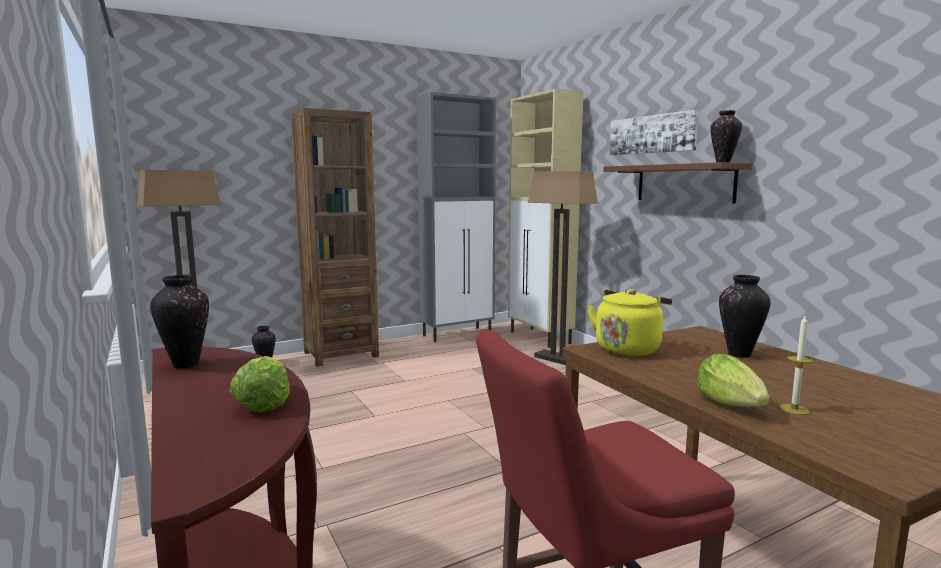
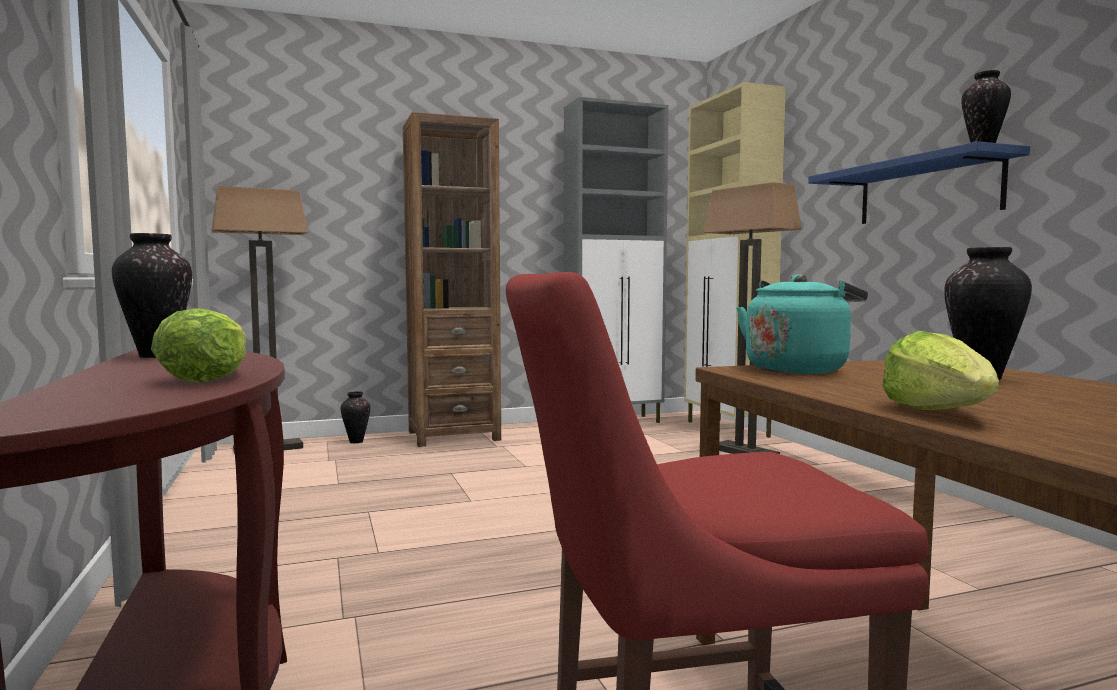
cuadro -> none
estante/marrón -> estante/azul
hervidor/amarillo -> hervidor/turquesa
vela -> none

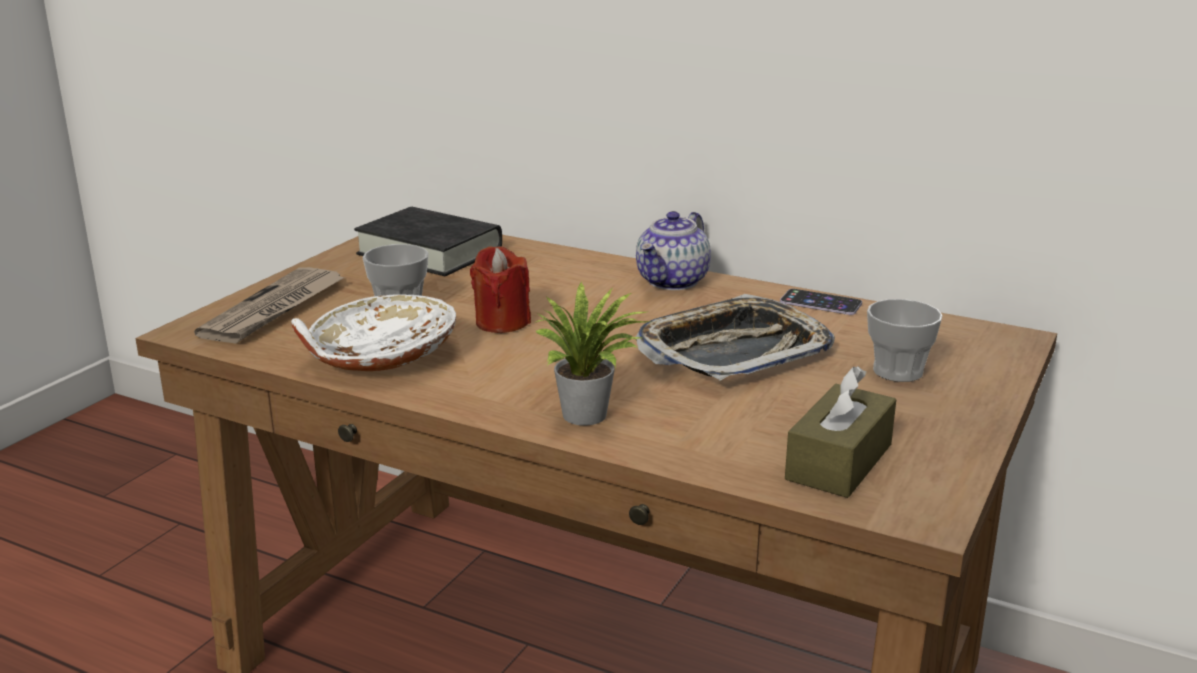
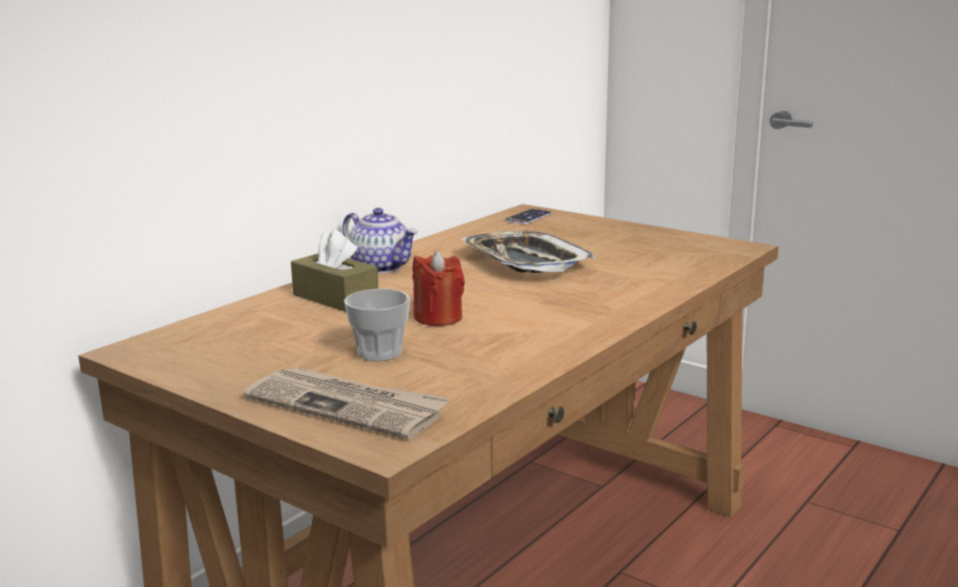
libro/negro -> none
planta en maceta -> none
móvil, shifted
cuenco/blanco -> none
taza (no. 2 from left) -> none
caja de pañuelos/marrón, shifted

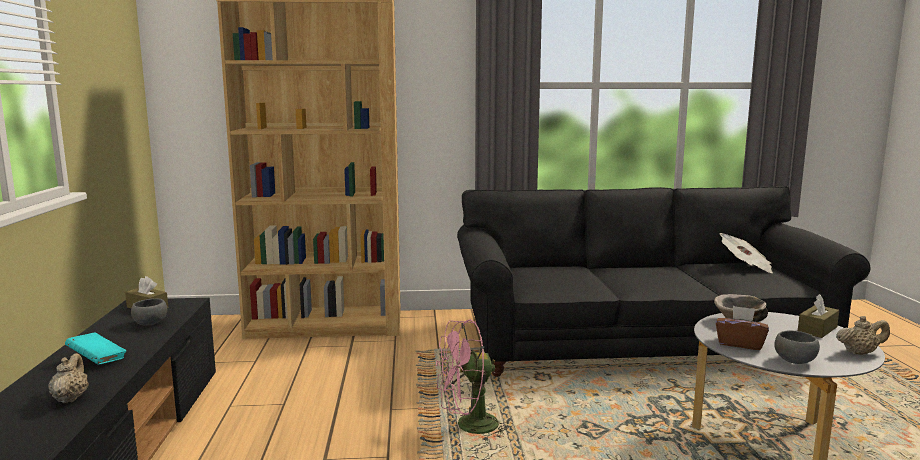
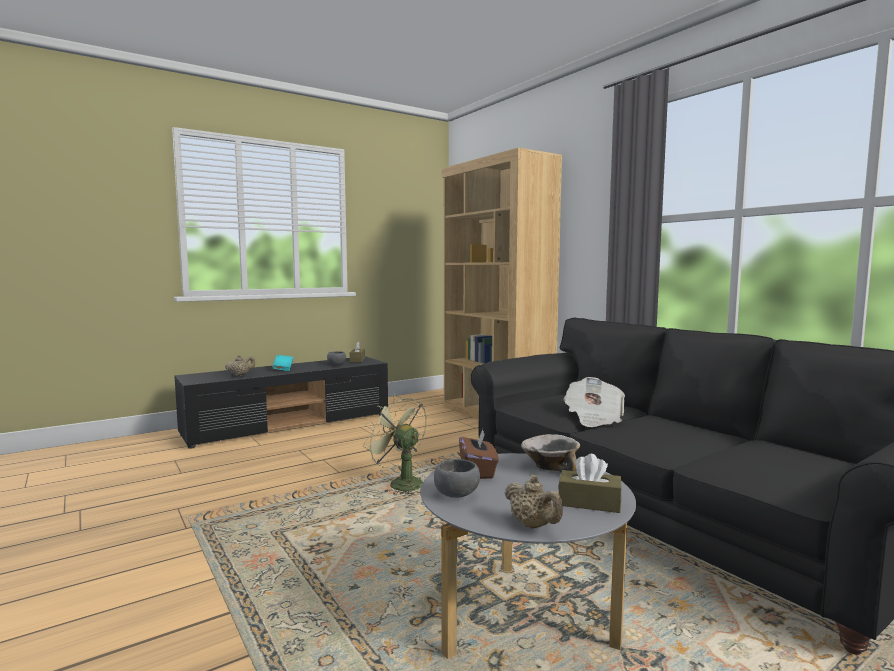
periódico, shifted
ventilador/rosa -> ventilador/verde

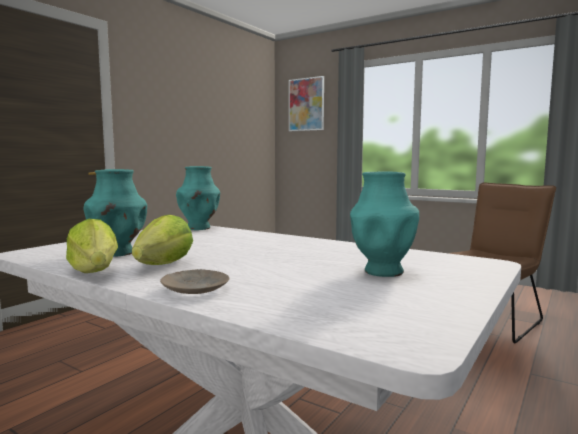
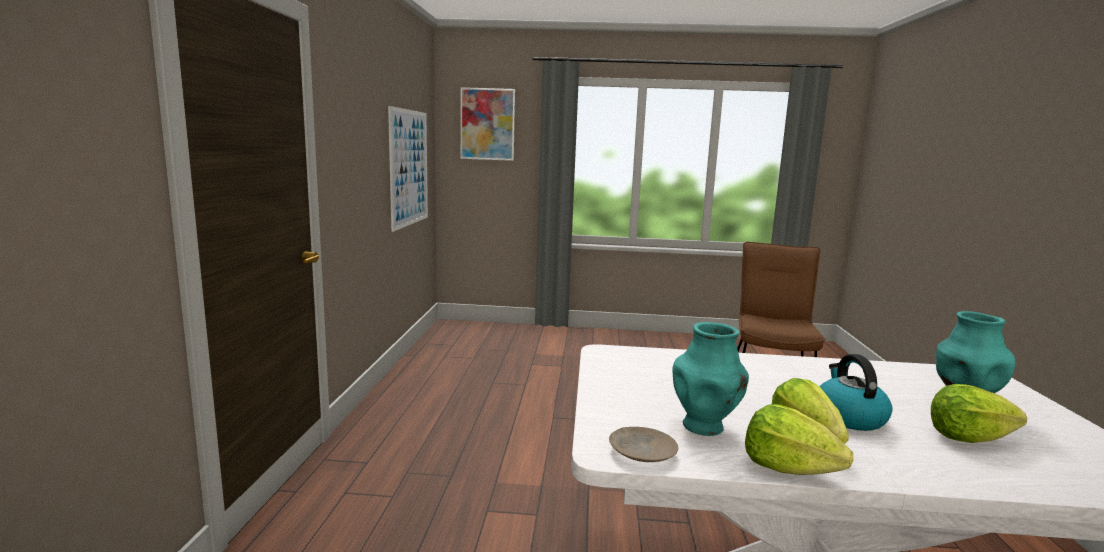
florero/turquesa (no. 2 from left) -> none
plato/beis, shifted
none -> cuadro (no. 1 from left)
none -> hervidor
none -> lechuga (no. 3 from left)

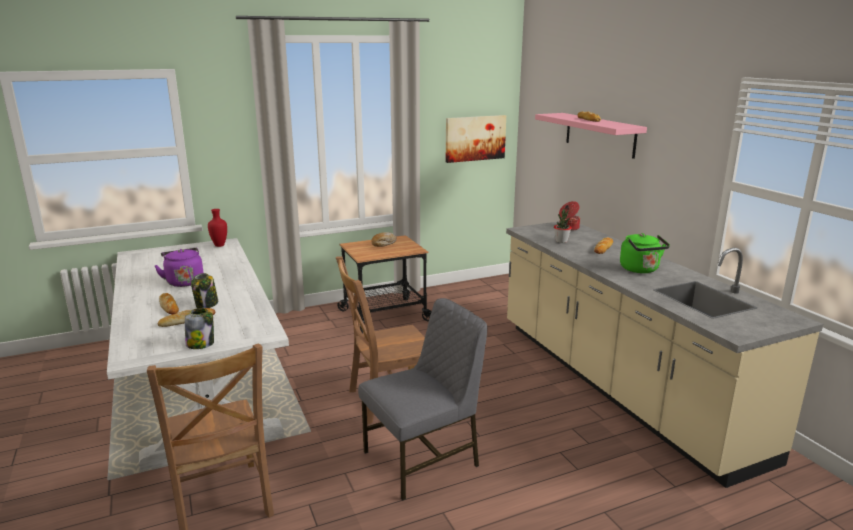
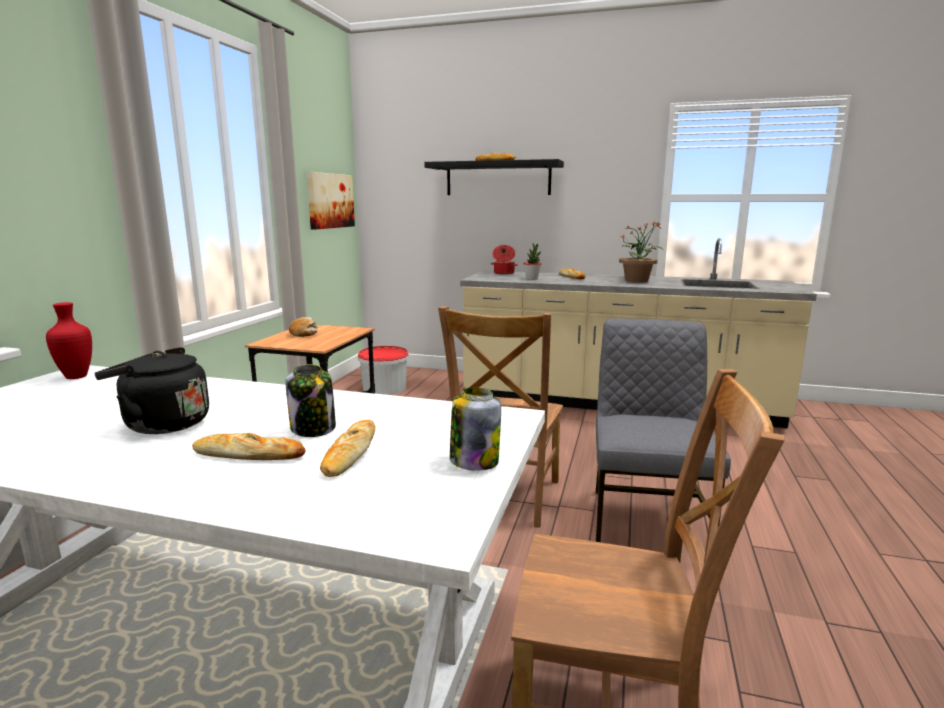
estante/rosa -> estante/negro
hervidor/verde -> planta en maceta (no. 2 from left)
hervidor/morado -> hervidor/negro
none -> cubo

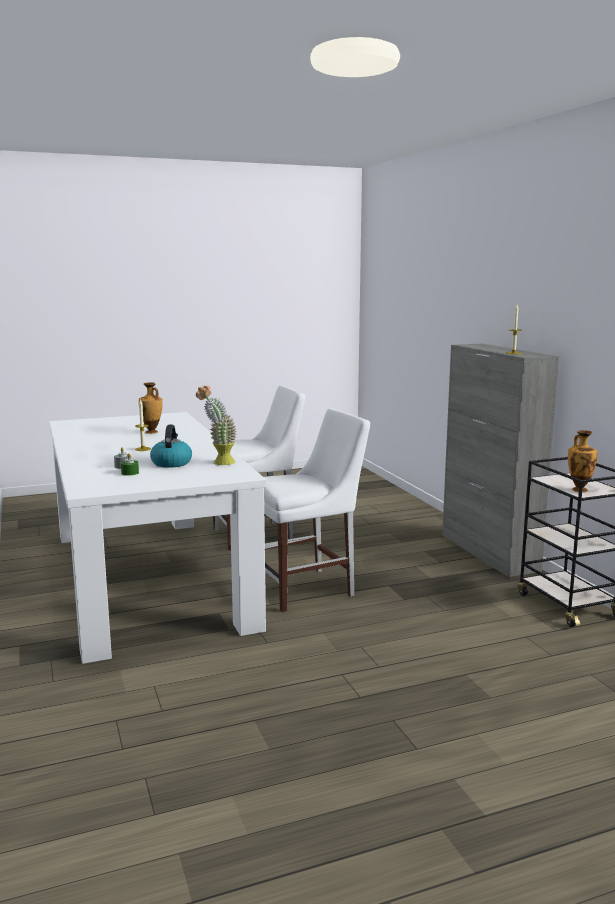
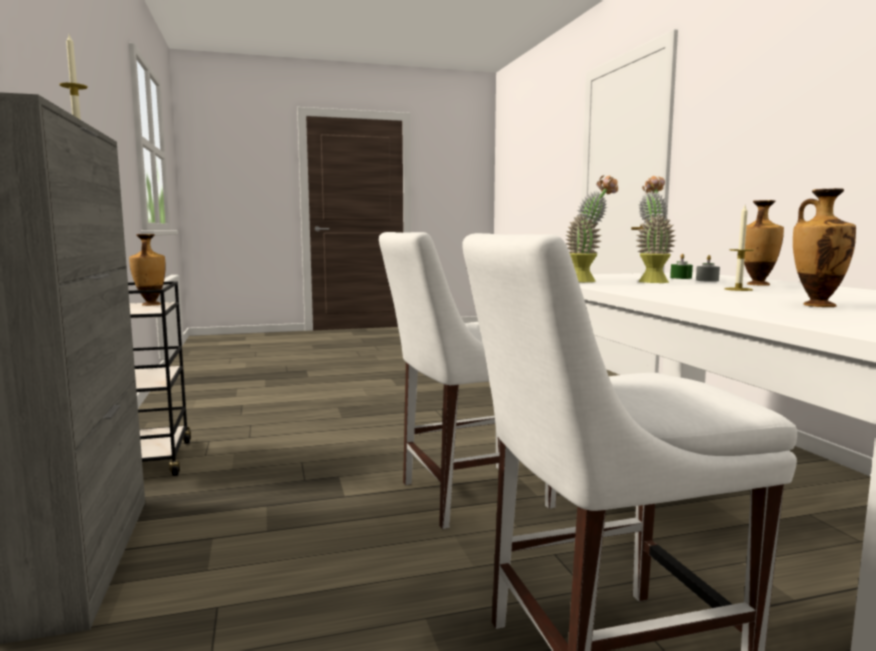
hervidor -> planta en maceta (no. 2 from left)
none -> florero (no. 2 from left)

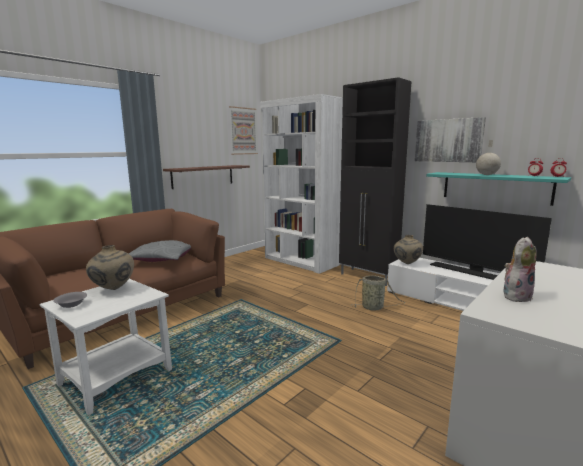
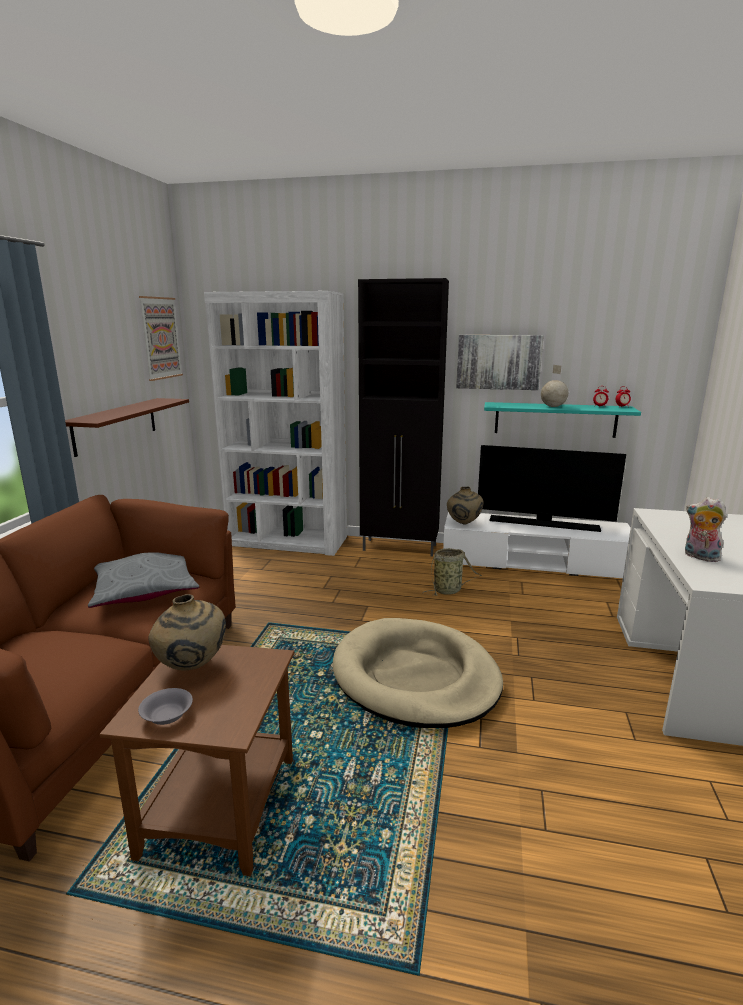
peluche, 75 degrees counterclockwise
mesa auxiliar/blanco -> mesa auxiliar/marrón
none -> cama para perro/beis

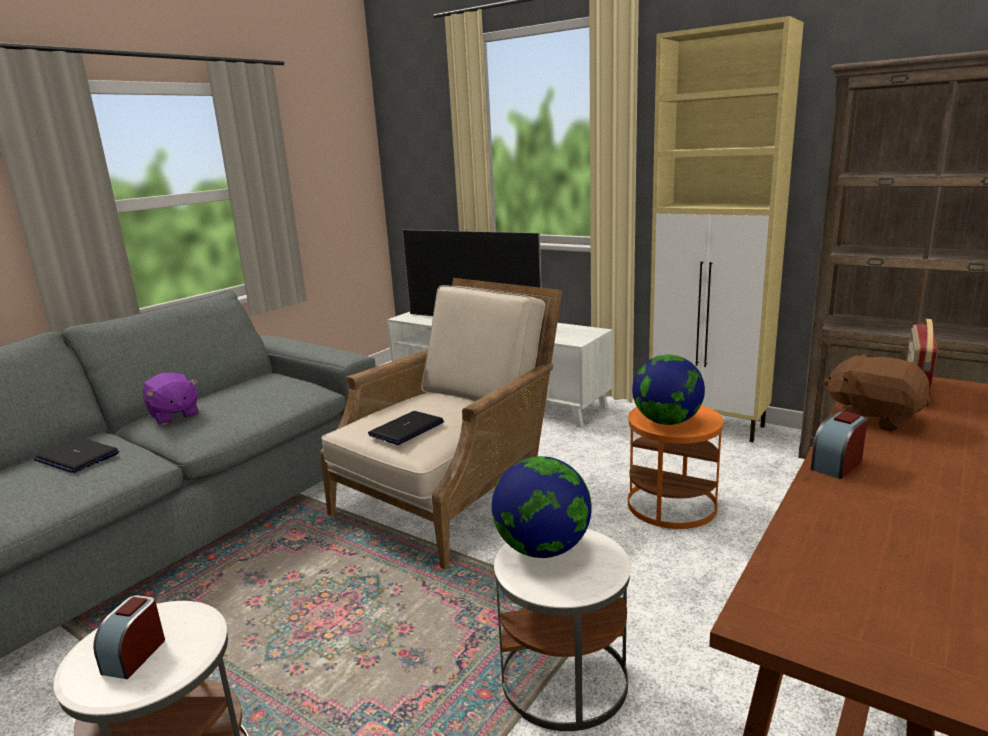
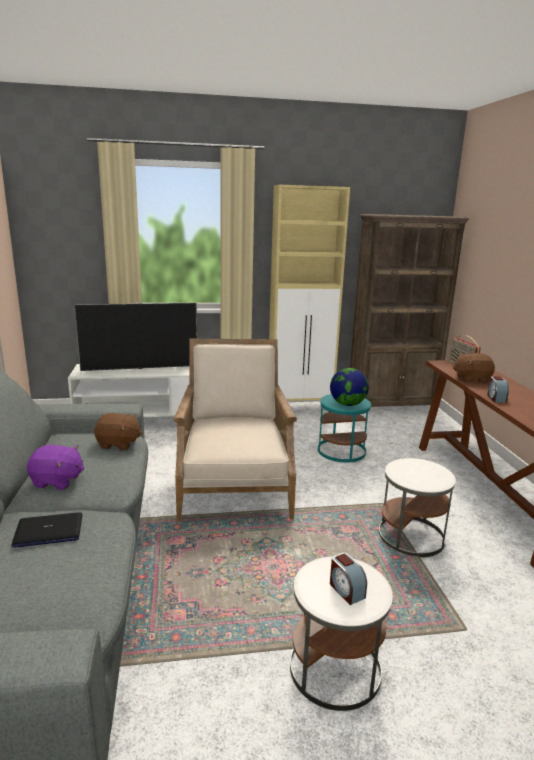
mesa auxiliar/naranja -> mesa auxiliar/turquesa
portátil (no. 2 from left) -> none
globo terráqueo (no. 1 from left) -> none
none -> peluche/marrón (no. 1 from left)

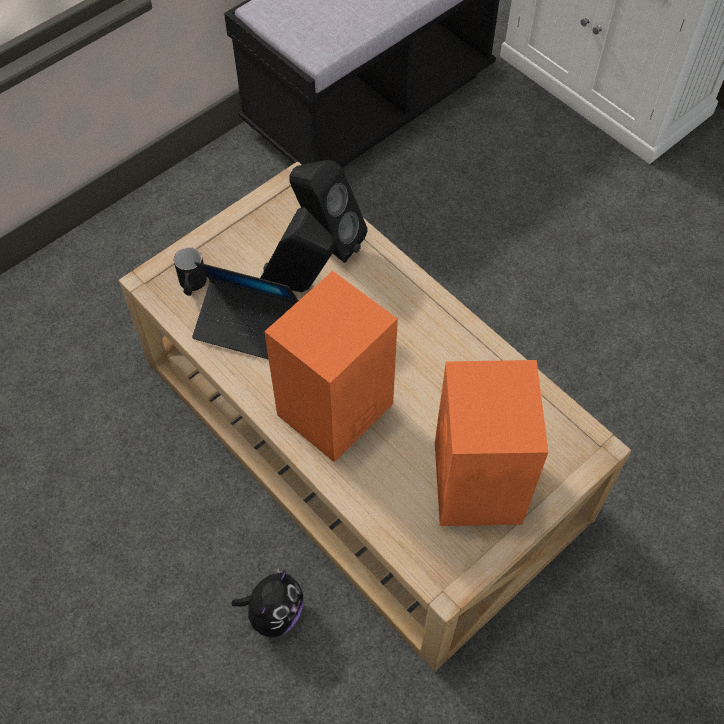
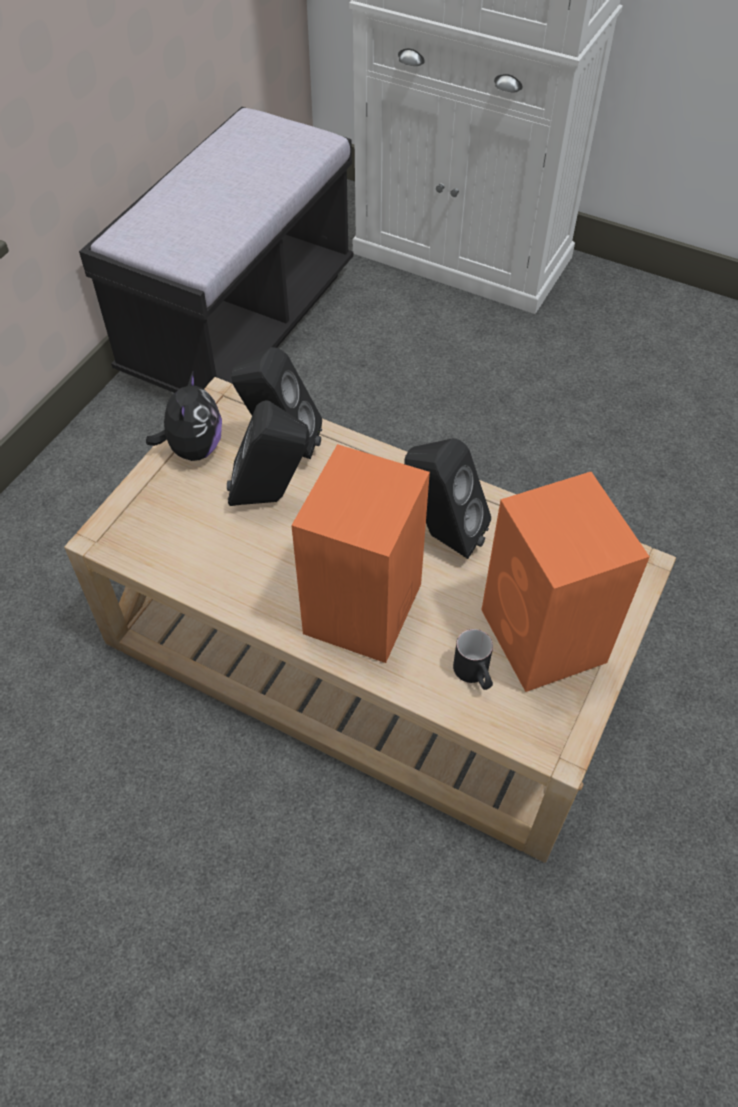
taza grande/negro, shifted
portátil -> none
peluche, shifted
none -> altavoz/negro (no. 3 from left)

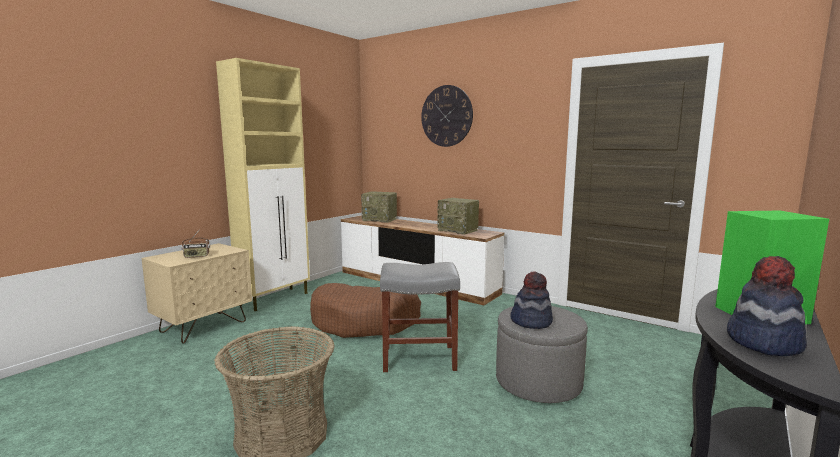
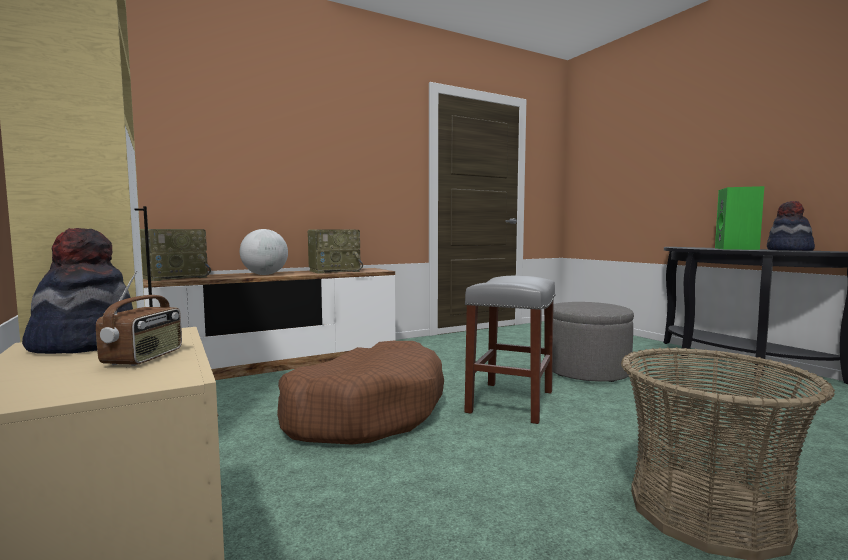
reloj de pared -> none
sombrero (no. 1 from left), shifted
none -> globo terráqueo

